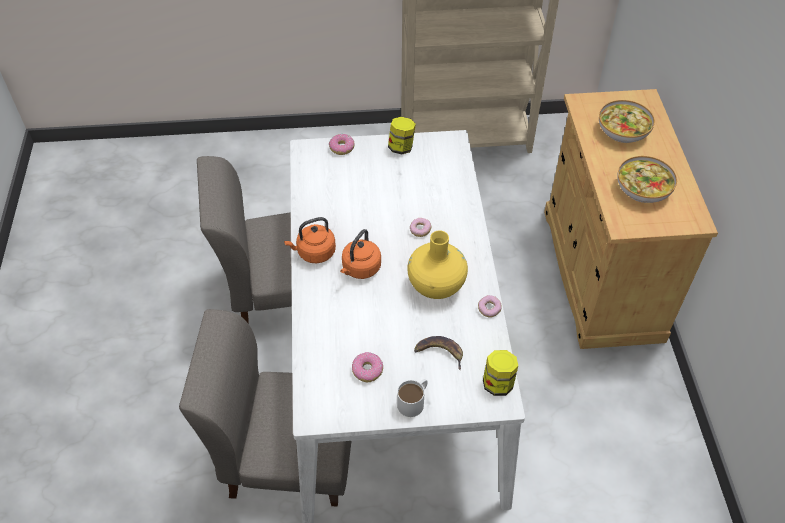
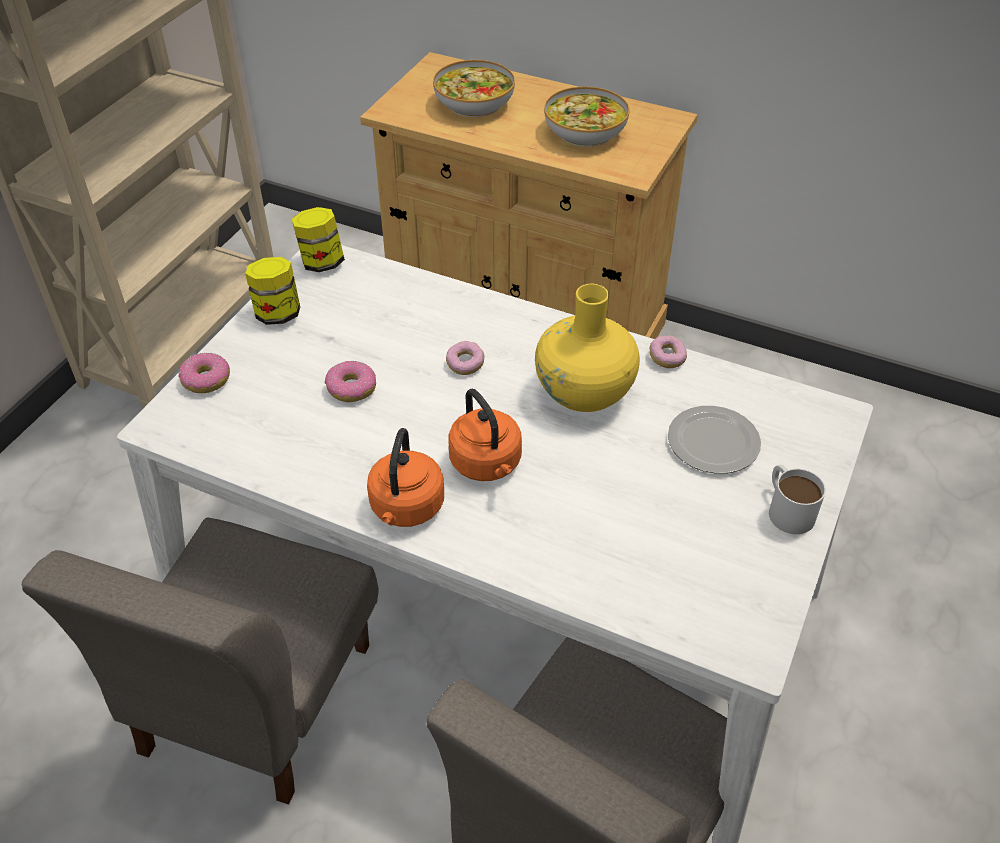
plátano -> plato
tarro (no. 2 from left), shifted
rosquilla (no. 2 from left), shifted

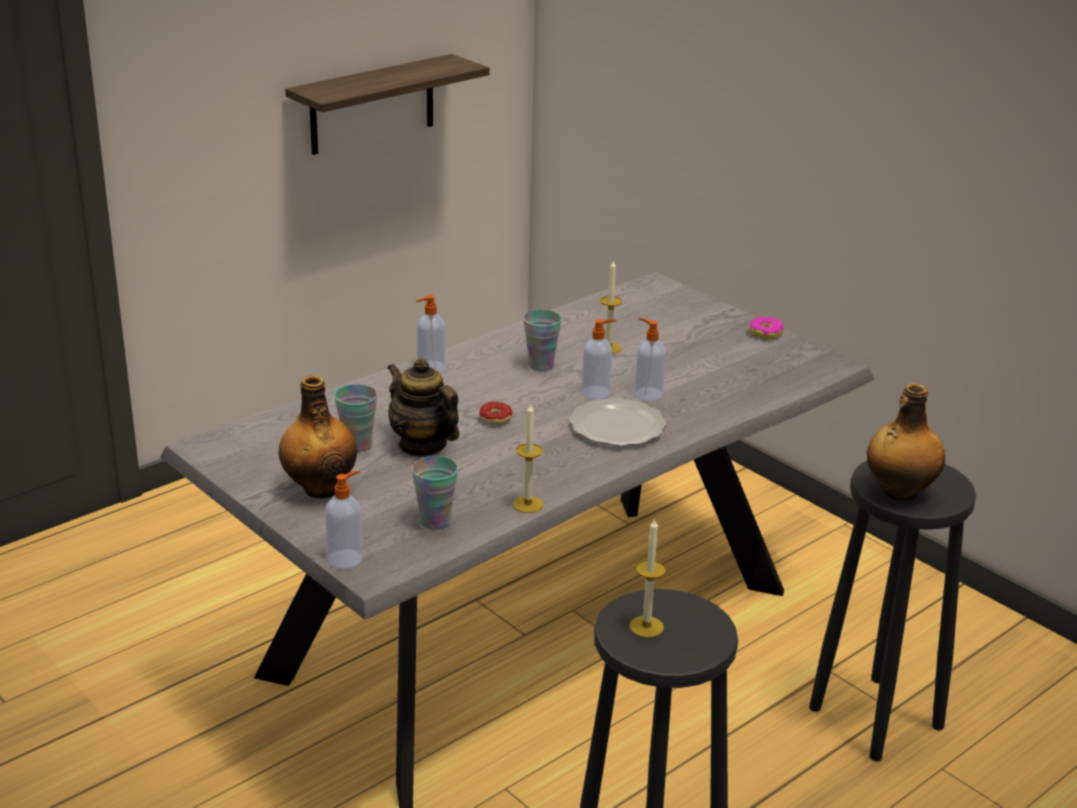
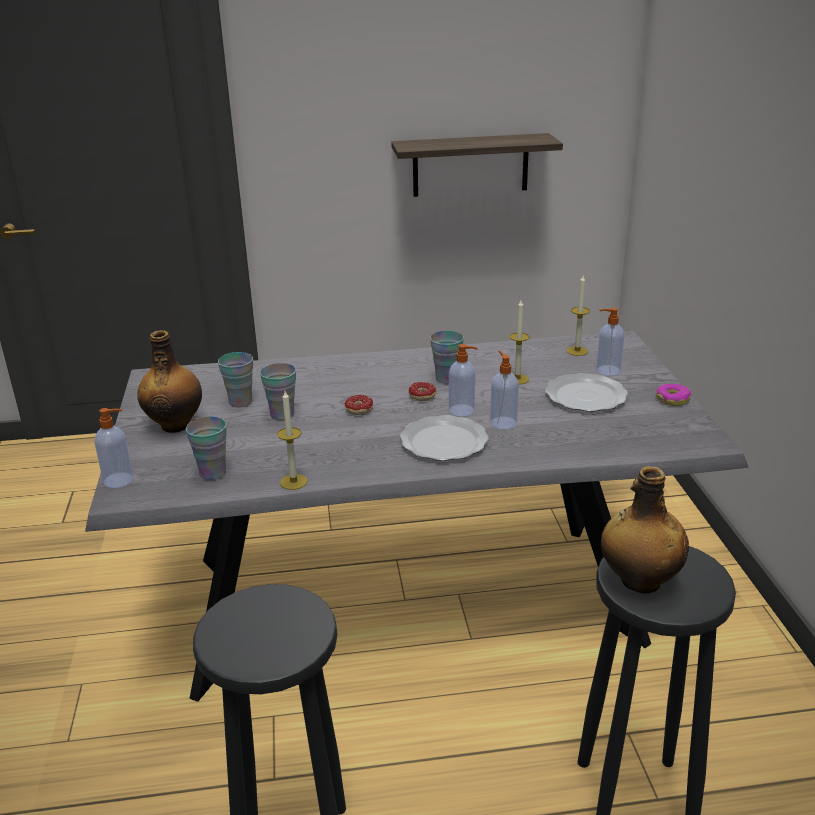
dispensador de jabón (no. 2 from left in the first image) -> dispensador de jabón (no. 4 from left), shifted
tetera -> taza (no. 3 from left)
vela (no. 3 from left), shifted
none -> plato (no. 2 from left)
none -> rosquilla (no. 2 from left)

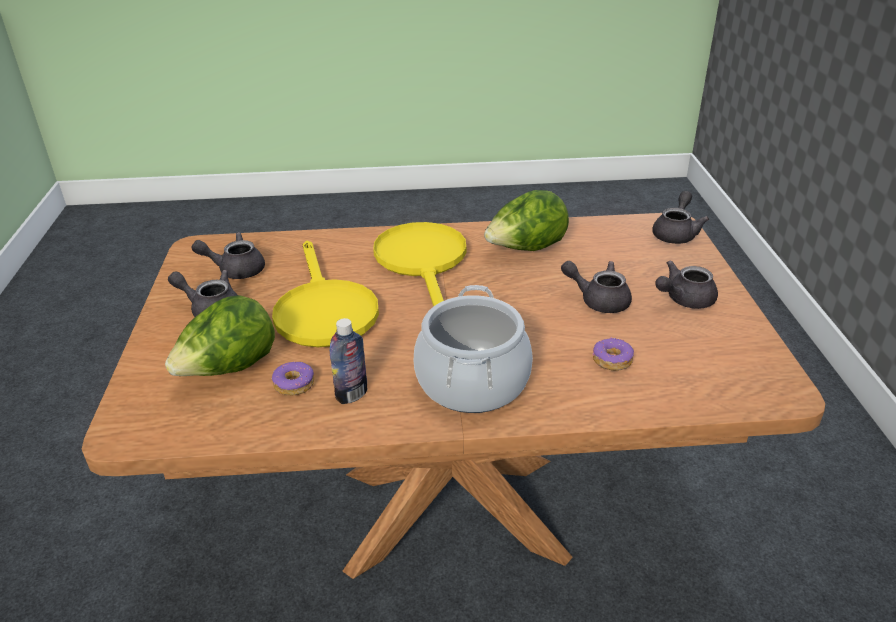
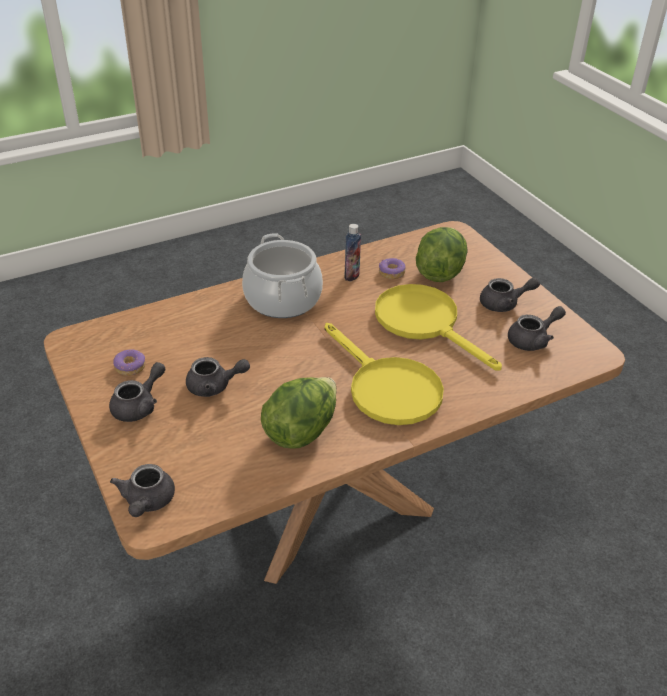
rosquilla (no. 2 from left in the first image) -> rosquilla (no. 1 from left), shifted

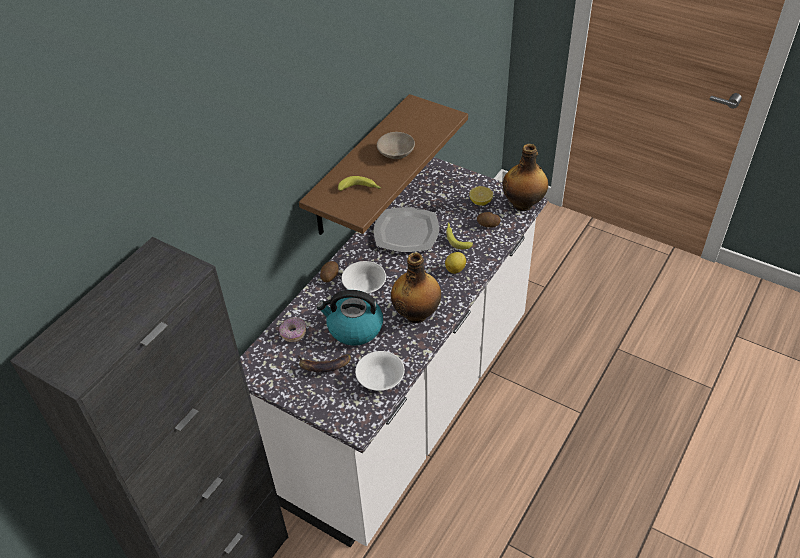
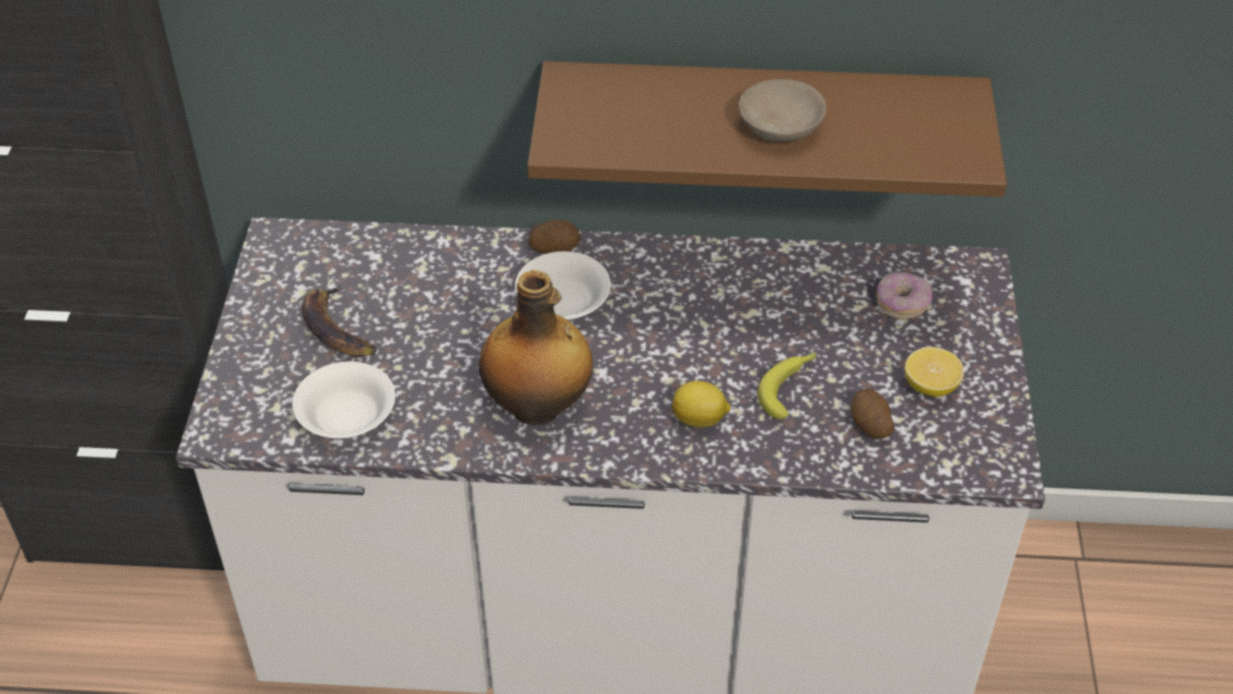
botella (no. 2 from left) -> none
plátano (no. 2 from left) -> none
plato -> none
hervidor -> none
rosquilla, shifted

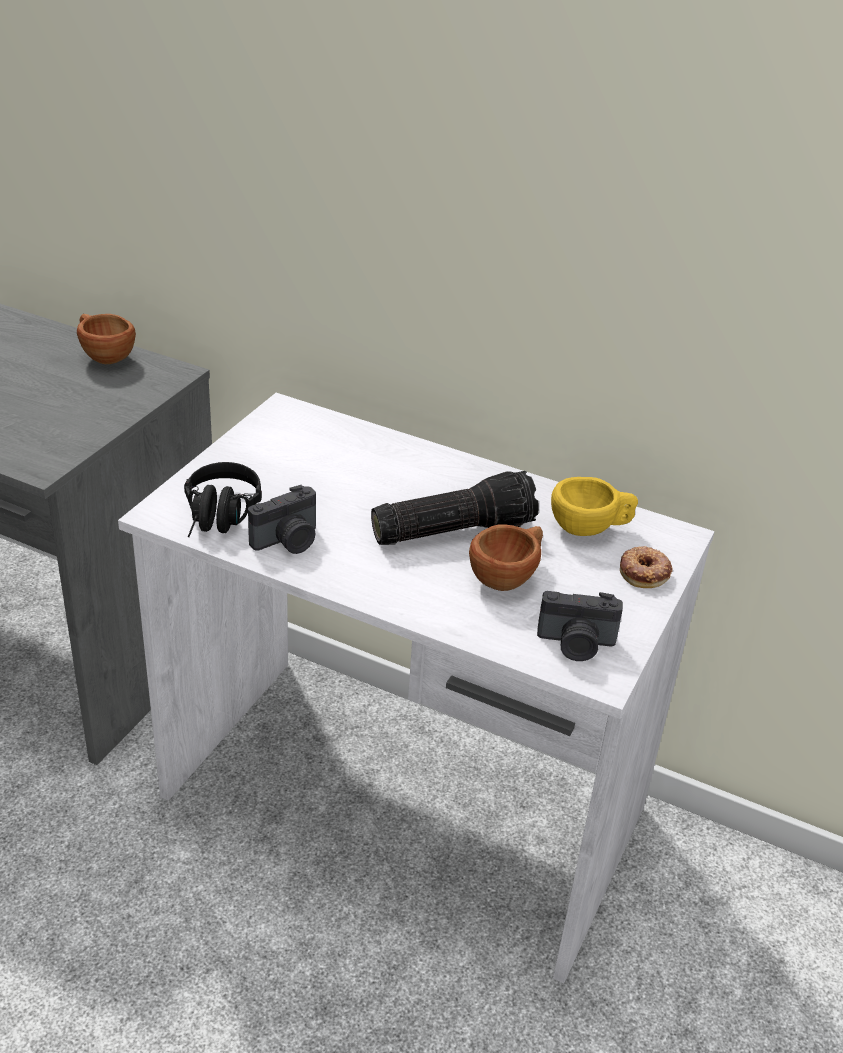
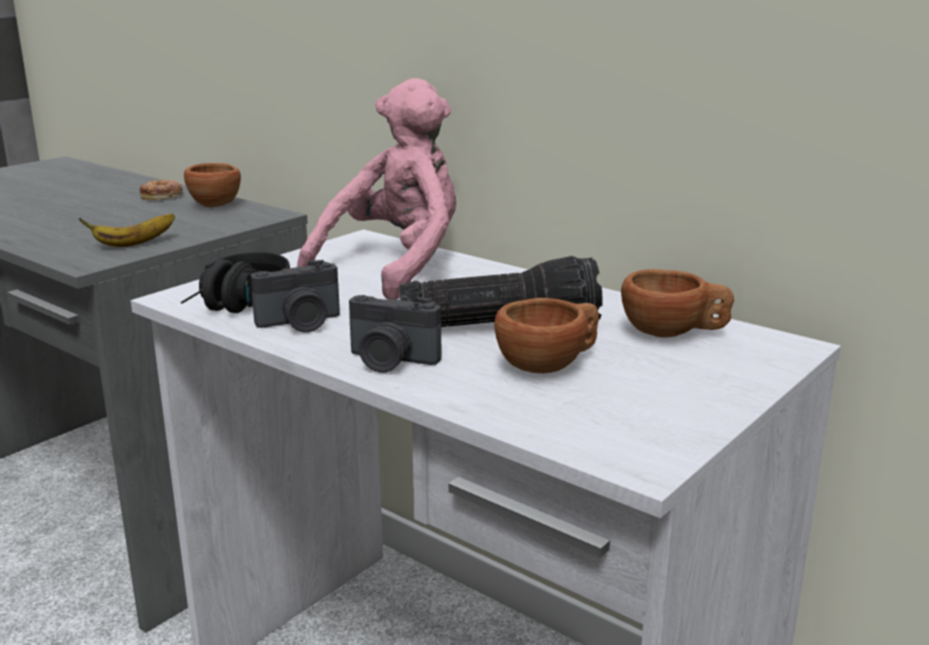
taza/amarillo -> taza/marrón (no. 3 from left)
rosquilla, shifted
cámara (no. 2 from left), shifted
none -> peluche/rosa
none -> plátano

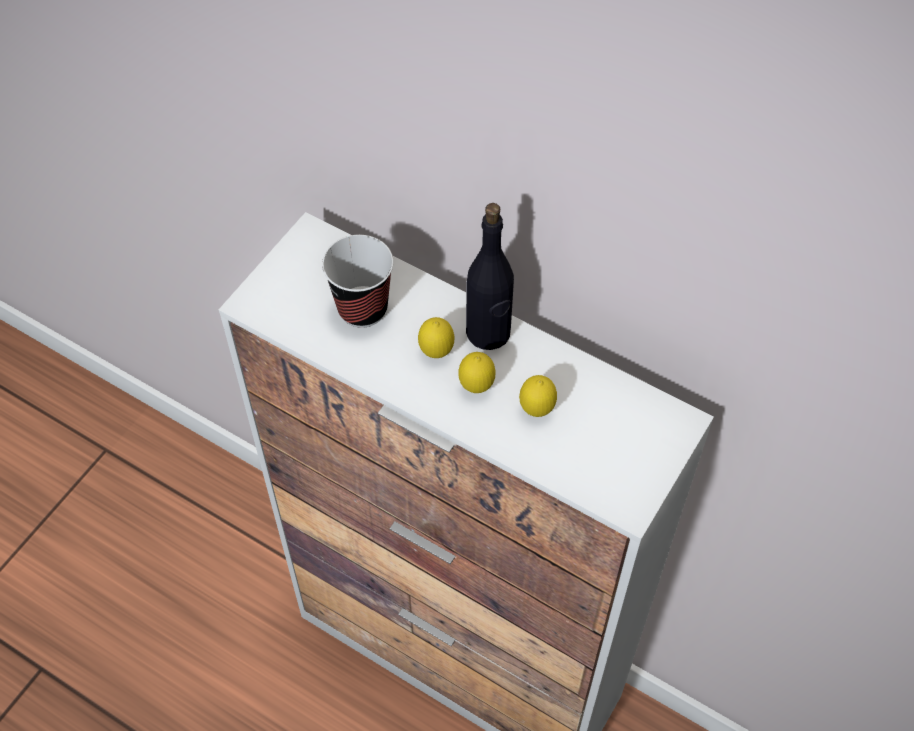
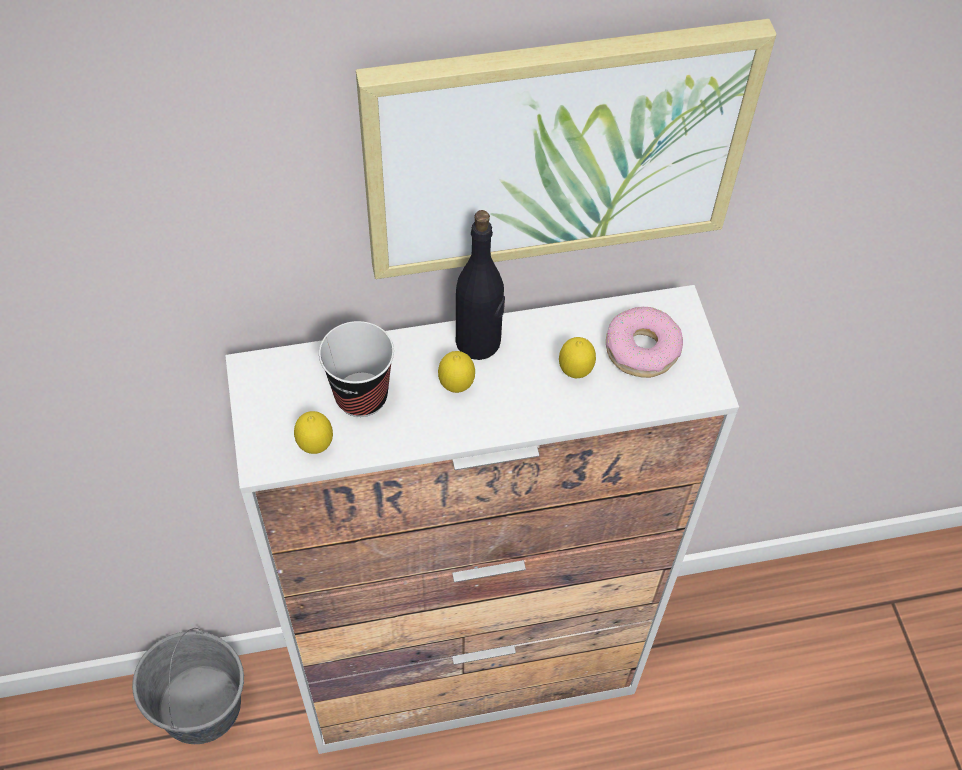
limón (no. 2 from left in the first image) -> limón (no. 1 from left), shifted
none -> cuadro
none -> rosquilla
none -> cubo/gris

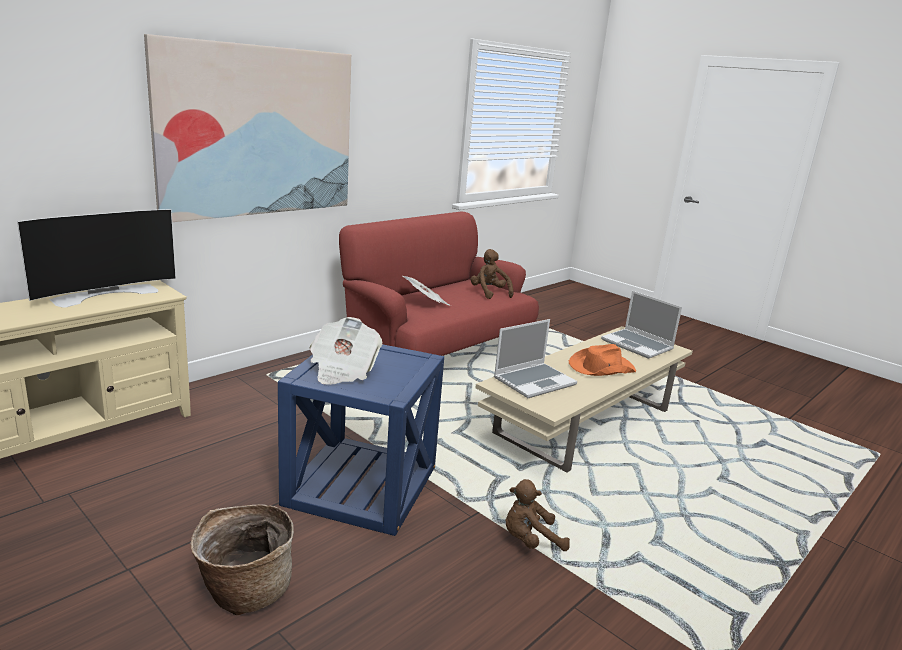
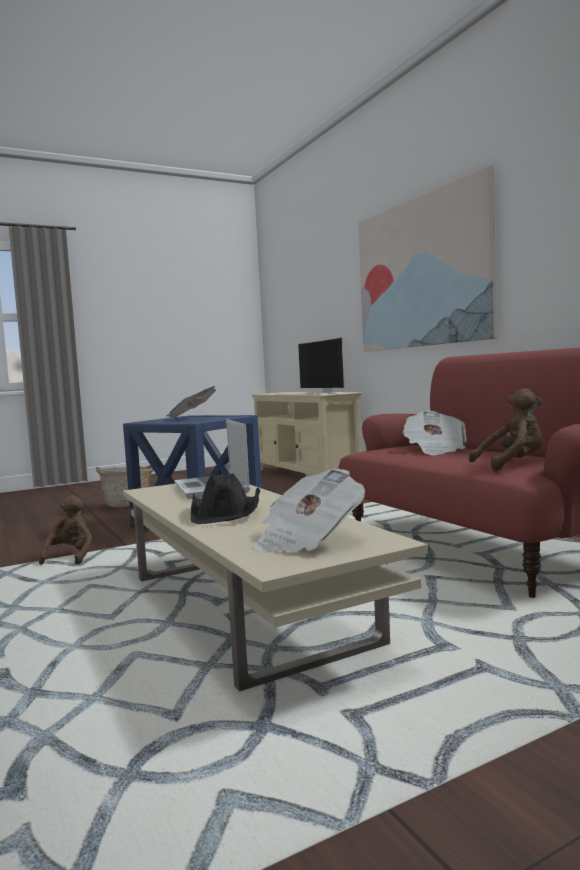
portátil (no. 2 from left) -> periódico (no. 2 from left)
sombrero/naranja -> sombrero/negro

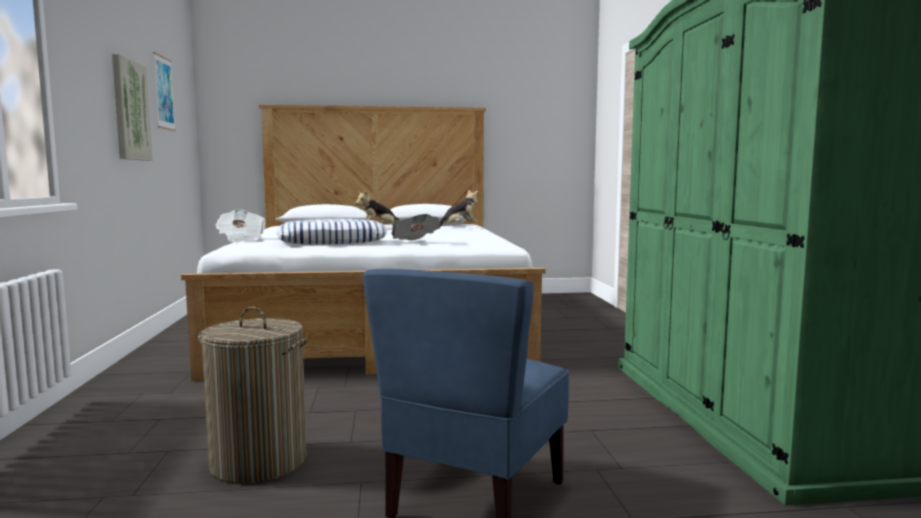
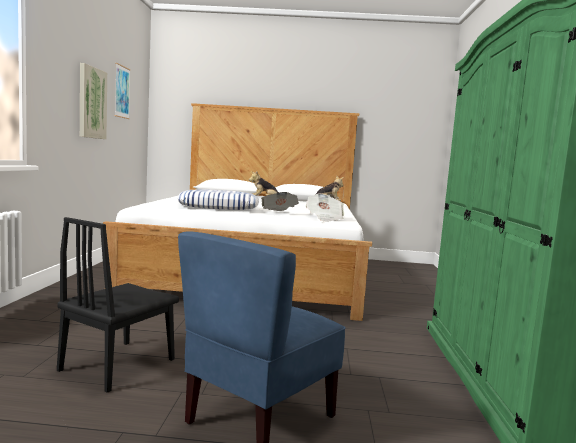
periódico (no. 1 from left in the first image) -> periódico (no. 2 from left), shifted
cesto de la ropa -> silla/negro

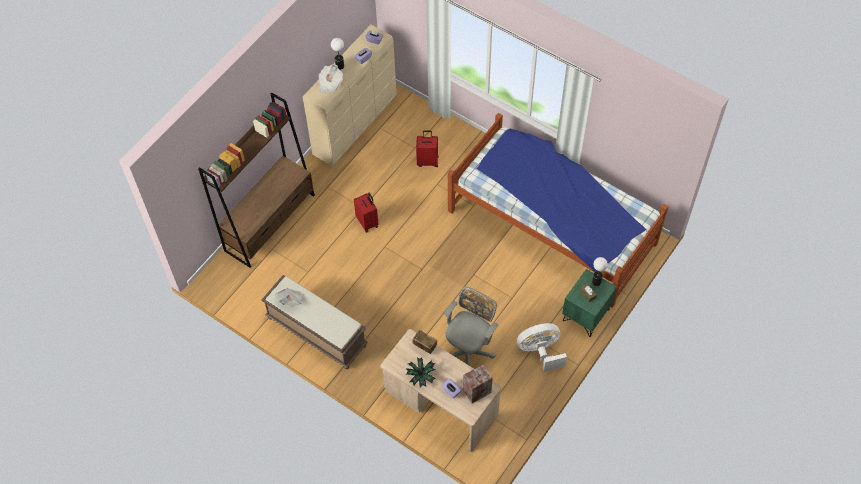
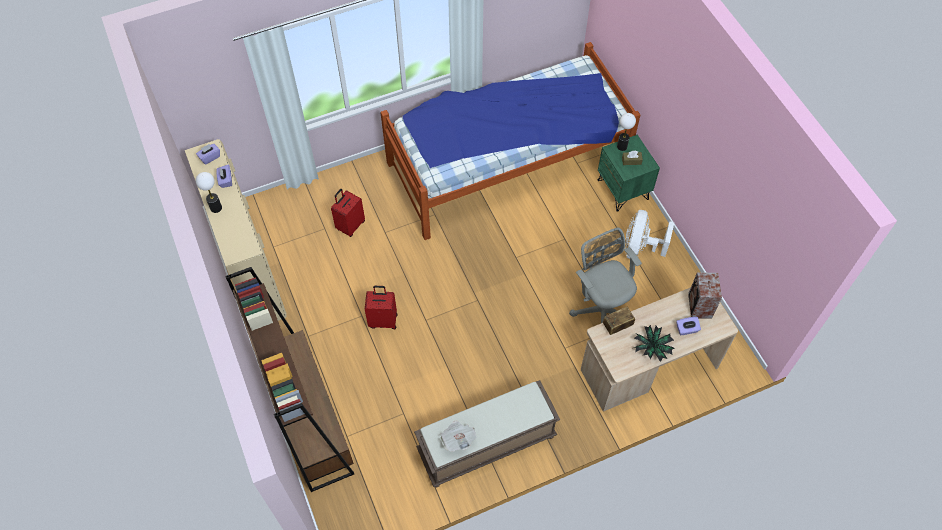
periódico (no. 2 from left) -> none

